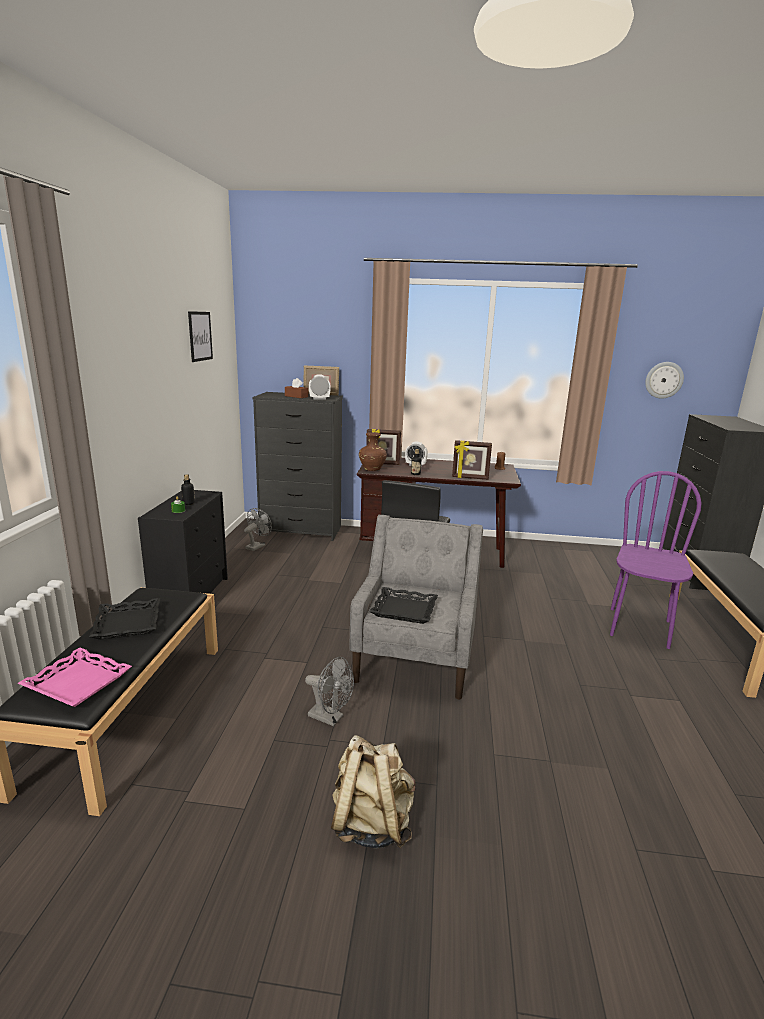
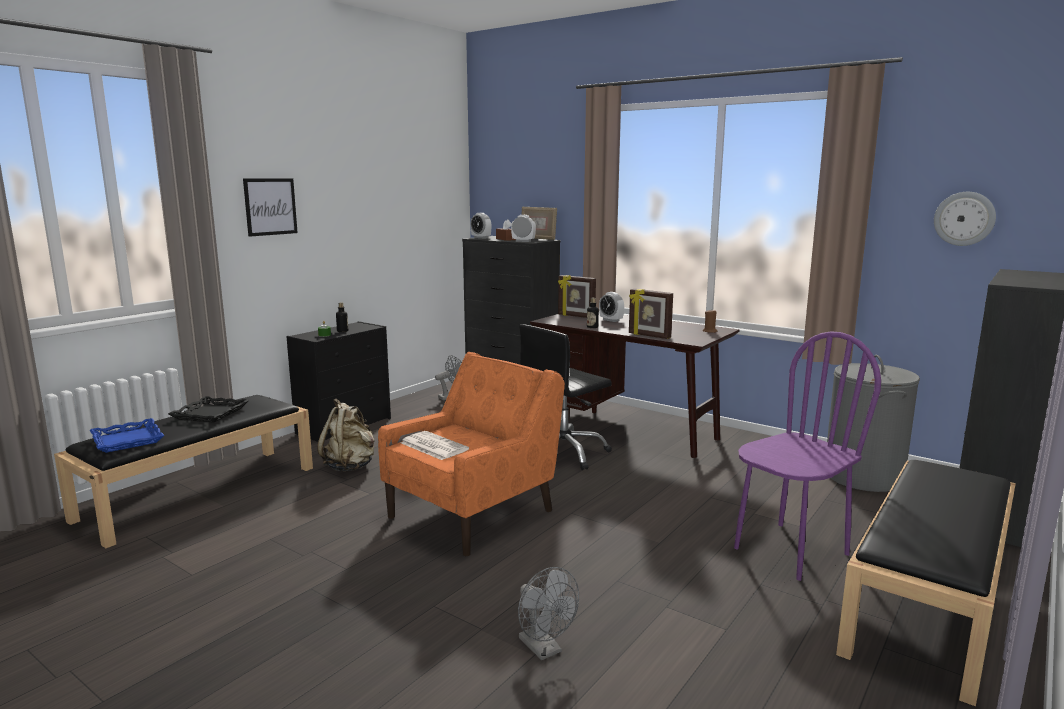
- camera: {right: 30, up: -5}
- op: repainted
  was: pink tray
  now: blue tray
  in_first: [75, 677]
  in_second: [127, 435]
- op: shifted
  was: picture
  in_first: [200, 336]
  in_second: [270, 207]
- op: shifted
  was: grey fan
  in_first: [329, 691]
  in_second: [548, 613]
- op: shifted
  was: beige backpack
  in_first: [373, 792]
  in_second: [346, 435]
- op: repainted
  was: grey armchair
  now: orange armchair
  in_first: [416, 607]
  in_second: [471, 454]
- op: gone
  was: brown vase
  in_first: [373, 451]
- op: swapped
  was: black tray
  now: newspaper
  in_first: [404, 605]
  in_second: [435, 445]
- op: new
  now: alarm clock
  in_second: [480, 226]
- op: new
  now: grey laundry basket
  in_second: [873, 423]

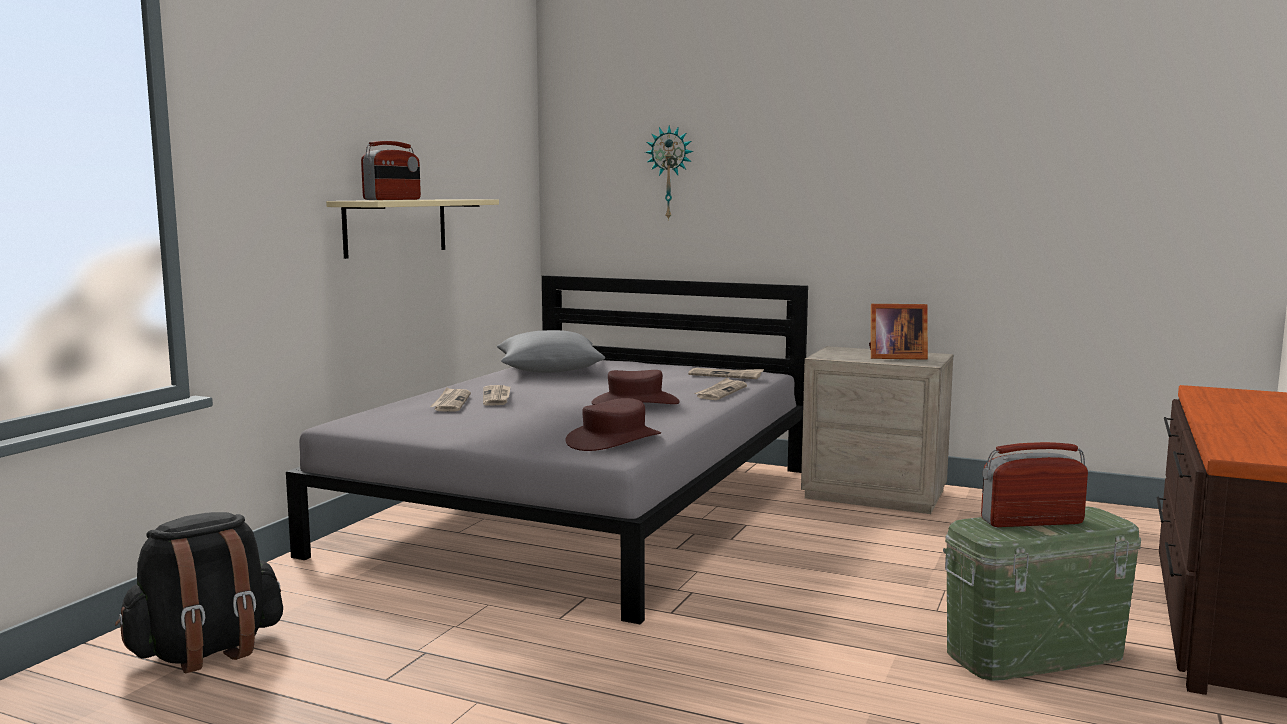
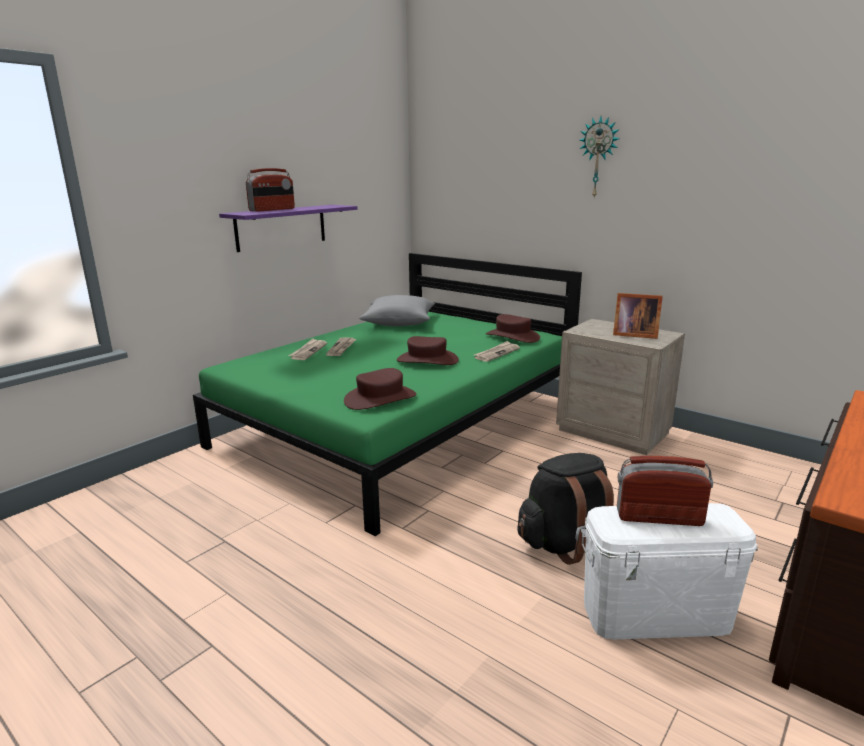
- camera: {right: 15, up: 10}
- op: shifted
  was: black backpack
  in_first: [199, 592]
  in_second: [565, 509]
- op: repainted
  was: grey bed
  now: green bed
  in_first: [547, 449]
  in_second: [387, 394]
- op: repainted
  was: beige shelf
  now: purple shelf
  in_first: [412, 229]
  in_second: [288, 228]
- op: shifted
  was: wall clock
  in_first: [669, 173]
  in_second: [600, 157]
- op: swapped
  was: newspaper
  now: brown hat
  in_first: [726, 373]
  in_second: [513, 328]
- op: repainted
  was: green storage box
  now: white storage box
  in_first: [1042, 593]
  in_second: [669, 571]

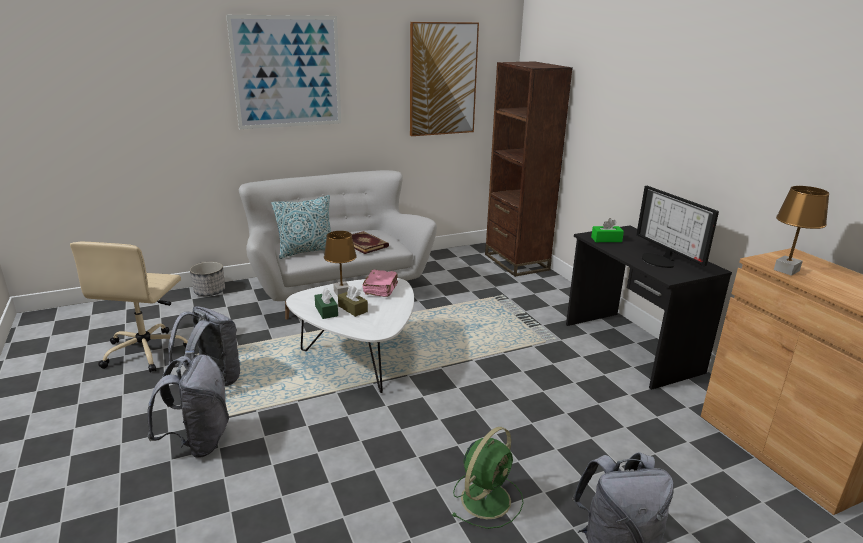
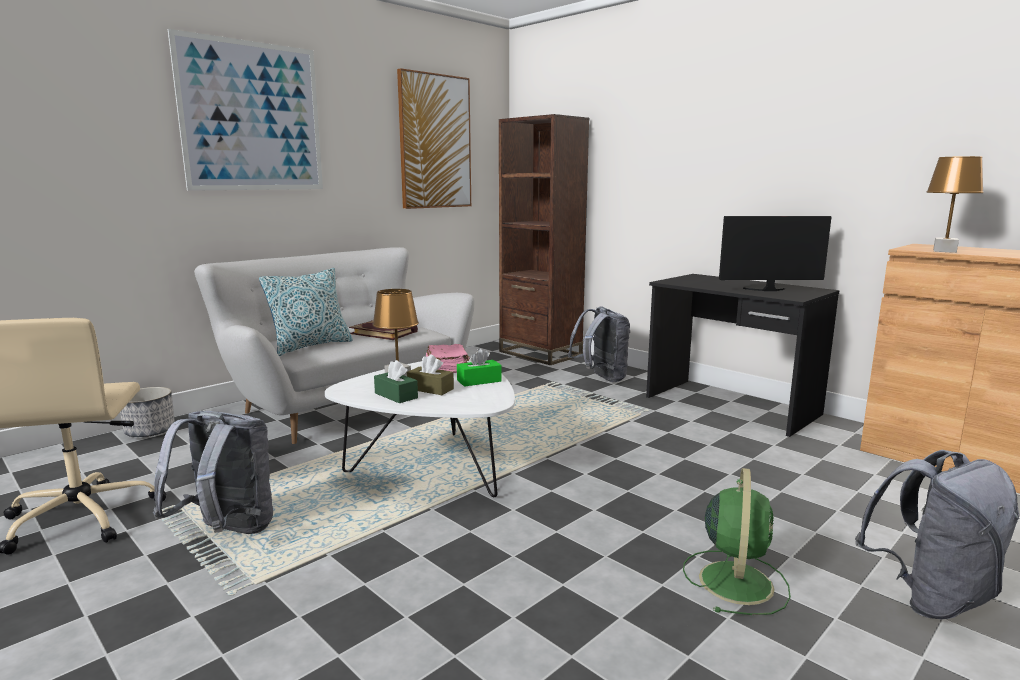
- camera: {right: -20, up: -10}
- op: shifted
  was: grey backpack
  in_first: [188, 406]
  in_second: [599, 344]
- op: shifted
  was: green tissue box
  in_first: [607, 230]
  in_second: [479, 367]
- op: rotated
  was: monitor
  in_first: [677, 227]
  in_second: [775, 253]
  clockwise: 135

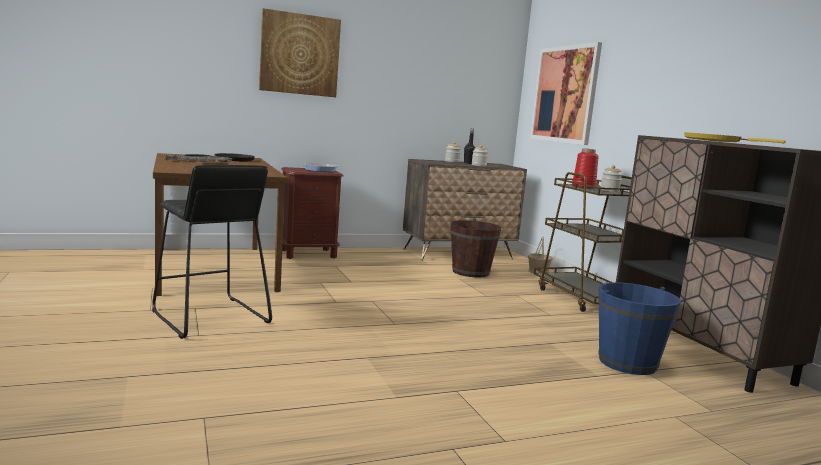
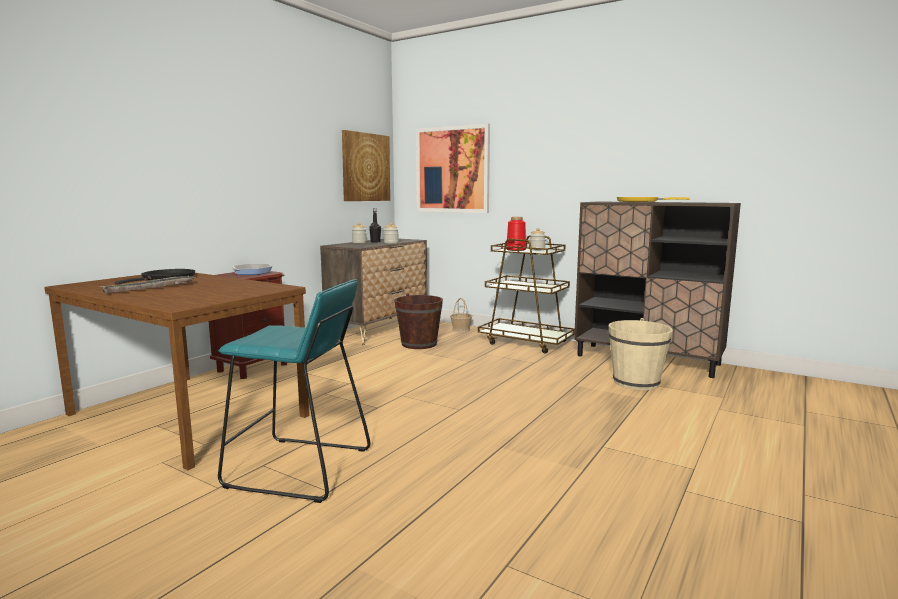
- camera: {right: -35, up: 0}
- op: repainted
  was: black stool
  now: turquoise stool
  in_first: [212, 252]
  in_second: [294, 391]
- op: shifted
  was: picture
  in_first: [300, 52]
  in_second: [366, 165]
- op: repainted
  was: blue bucket
  now: beige bucket
  in_first: [639, 328]
  in_second: [640, 354]

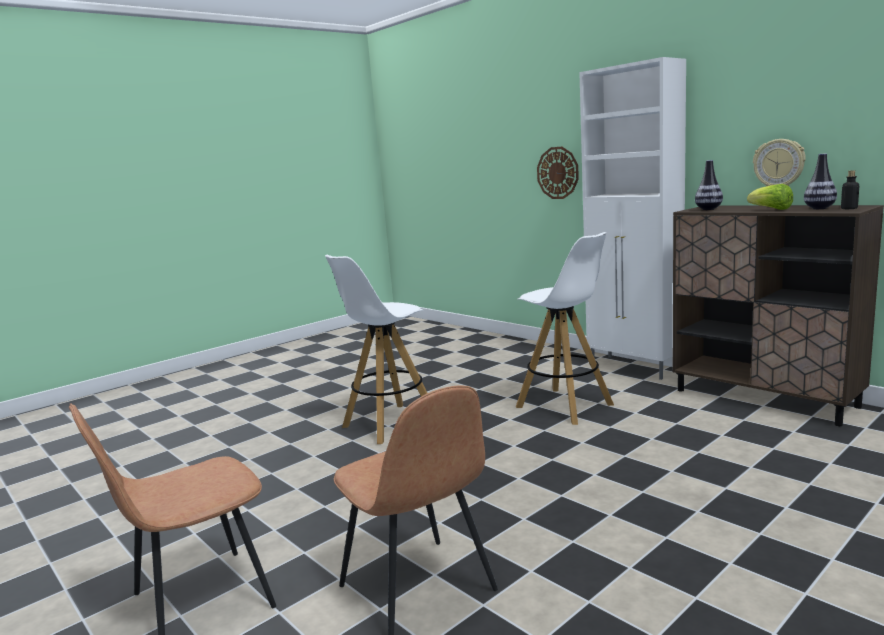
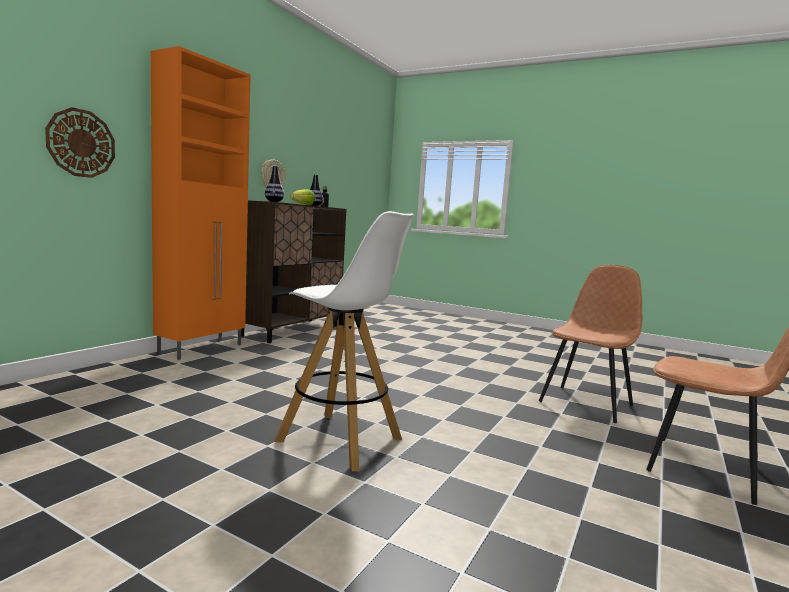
- camera: {right: -110, up: -5}
- op: gone
  was: white stool
  in_first: [565, 328]
- op: repainted
  was: white cabinet
  now: orange cabinet
  in_first: [632, 218]
  in_second: [201, 203]

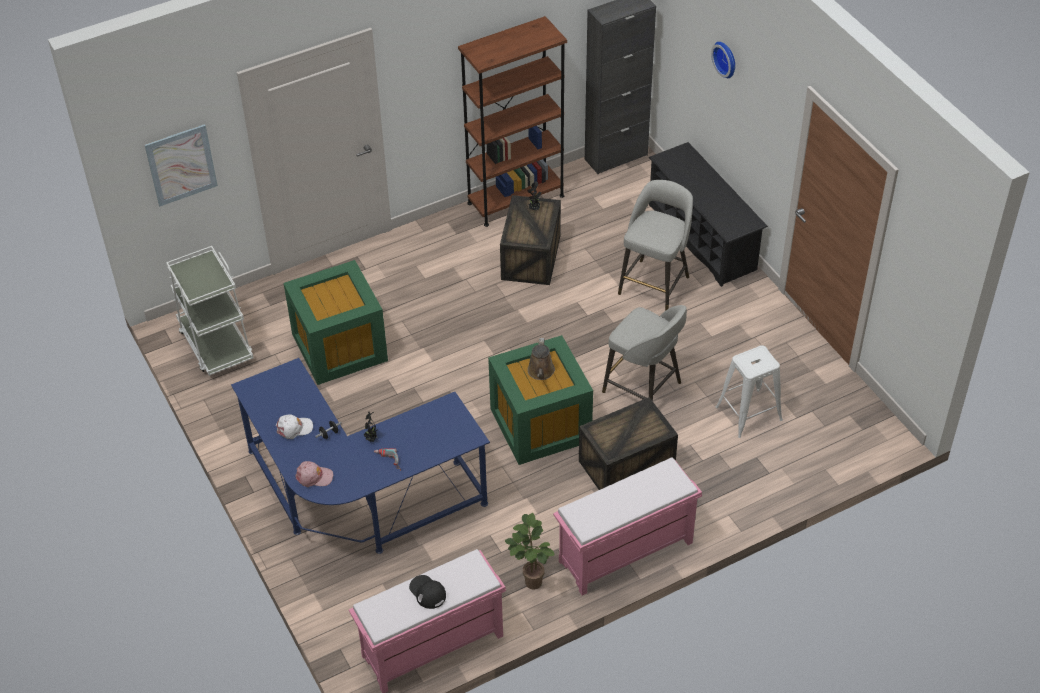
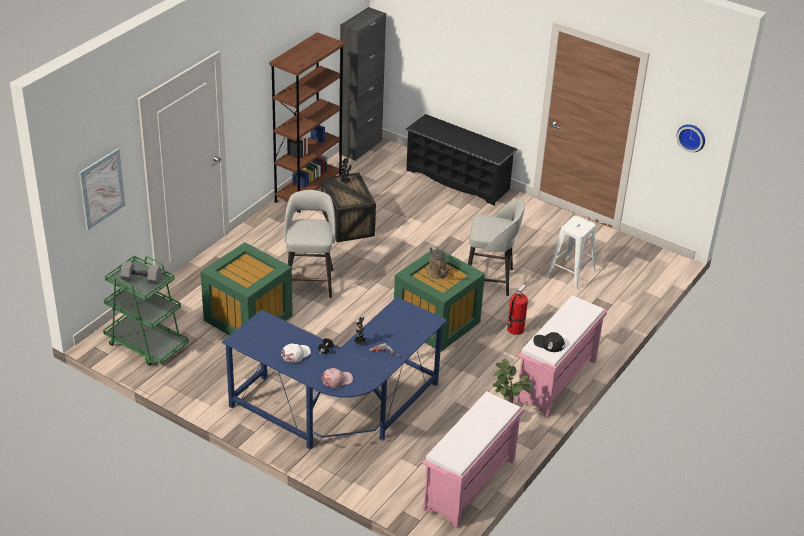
- camera: {right: -30, up: -10}
- op: repainted
  was: white cart
  now: green cart
  in_first: [210, 311]
  in_second: [146, 311]
- op: shifted
  was: black cap
  in_first: [427, 592]
  in_second: [549, 342]
- op: swapped
  was: crate
  now: fire extinguisher
  in_first: [628, 443]
  in_second: [517, 309]
- op: shifted
  was: grey stool
  in_first: [655, 245]
  in_second: [309, 244]
- op: shifted
  was: wall clock
  in_first: [723, 60]
  in_second: [691, 138]
- op: new
  now: grey dumbbell
  in_second: [141, 272]

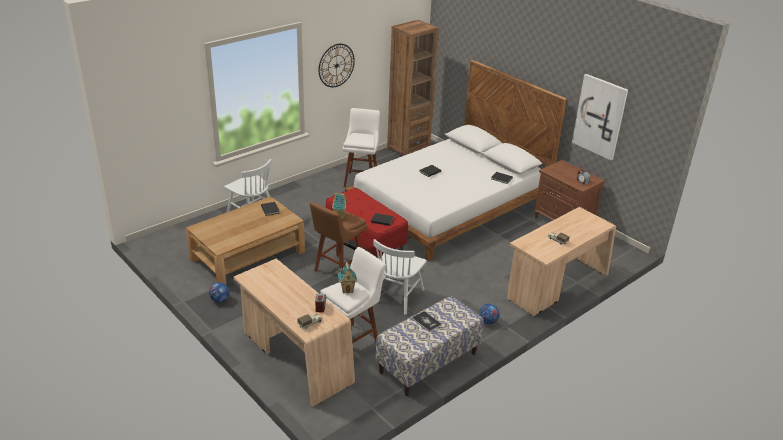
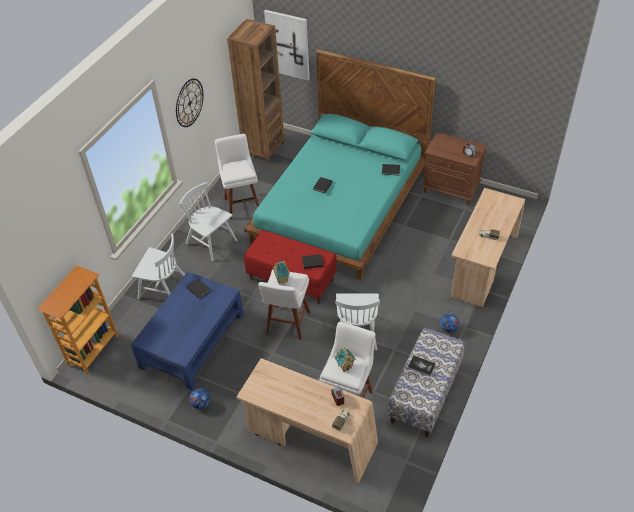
- camera: {right: -20, up: 15}
- op: repainted
  was: brown coffee table
  now: blue coffee table
  in_first: [245, 240]
  in_second: [187, 330]
- op: repainted
  was: brown stool
  now: white stool
  in_first: [338, 237]
  in_second: [284, 304]
- op: repainted
  was: white bed
  now: turquoise bed
  in_first: [456, 160]
  in_second: [340, 164]
- op: shifted
  was: picture
  in_first: [600, 117]
  in_second: [287, 45]
- op: new
  now: bookcase
  in_second: [78, 319]
- op: new
  now: white chair
  in_second: [208, 221]

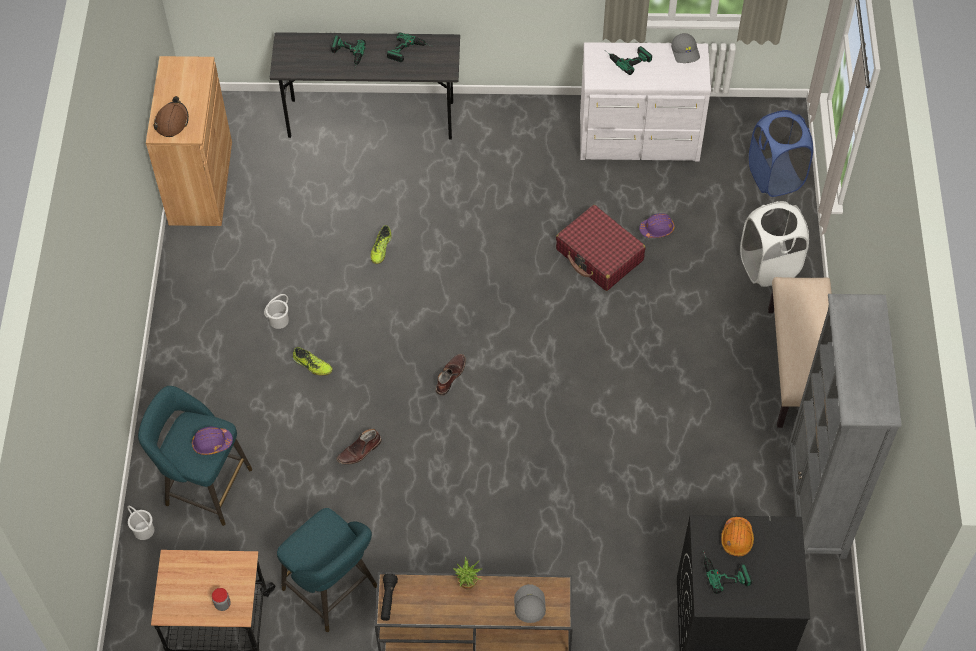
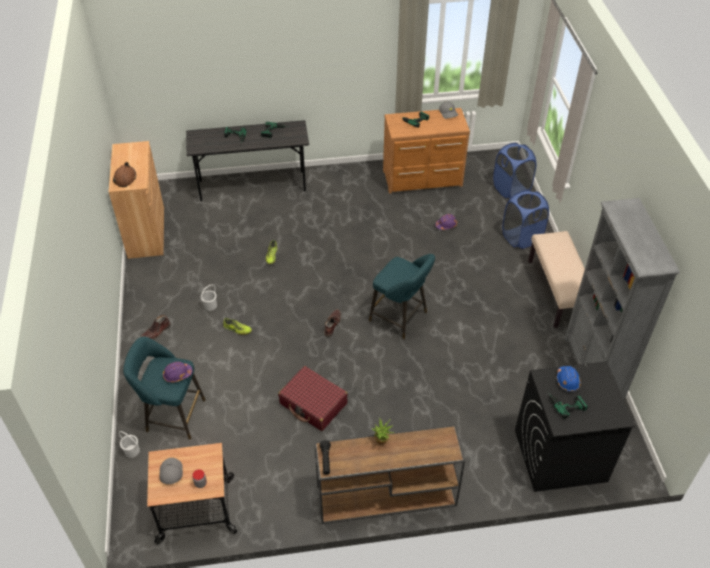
- camera: {right: -10, up: -10}
- op: shifted
  was: turquoise stool
  in_first: [327, 570]
  in_second: [402, 296]
- op: shifted
  was: brown boot
  in_first: [359, 447]
  in_second: [156, 327]
- op: shifted
  was: grey cap
  in_first: [530, 603]
  in_second: [171, 471]
- op: shifted
  was: red suitcase
  in_first: [601, 248]
  in_second: [313, 398]
- op: repainted
  was: white dresser
  now: brown dresser
  in_first: [645, 102]
  in_second: [426, 150]
- op: repainted
  was: orange hard hat
  now: blue hard hat
  in_first: [737, 536]
  in_second: [569, 379]
- op: repainted
  was: white laundry basket
  now: blue laundry basket
  in_first: [774, 244]
  in_second: [525, 219]

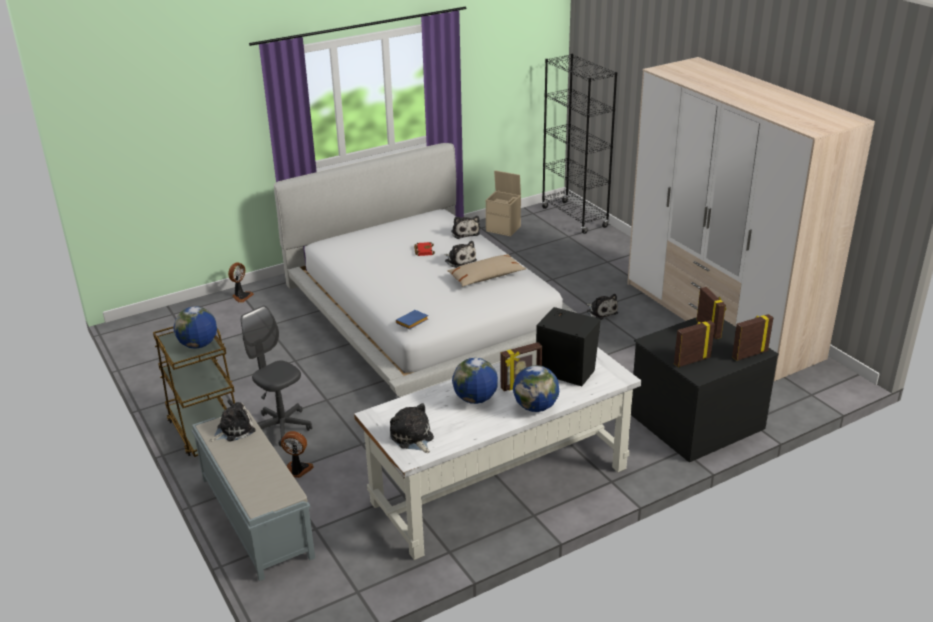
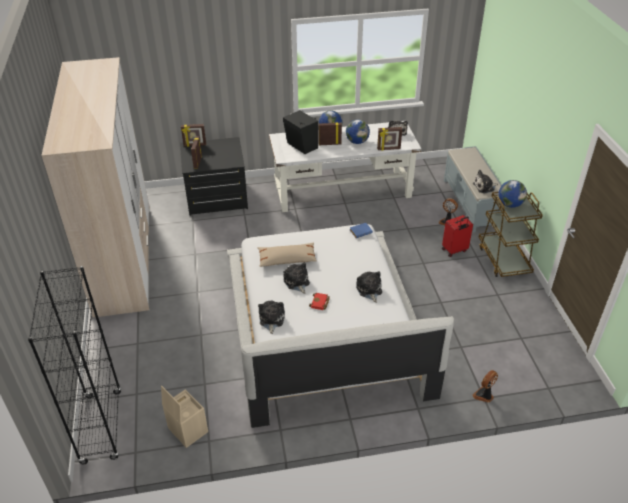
- camera: {right: -160, up: 10}
- op: swapped
  was: grey office chair
  now: red suitcase
  in_first: [276, 376]
  in_second: [457, 236]
- op: shifted
  was: plush toy
  in_first: [602, 307]
  in_second: [369, 287]
- op: shifted
  was: picture frame
  in_first: [694, 343]
  in_second: [389, 138]

